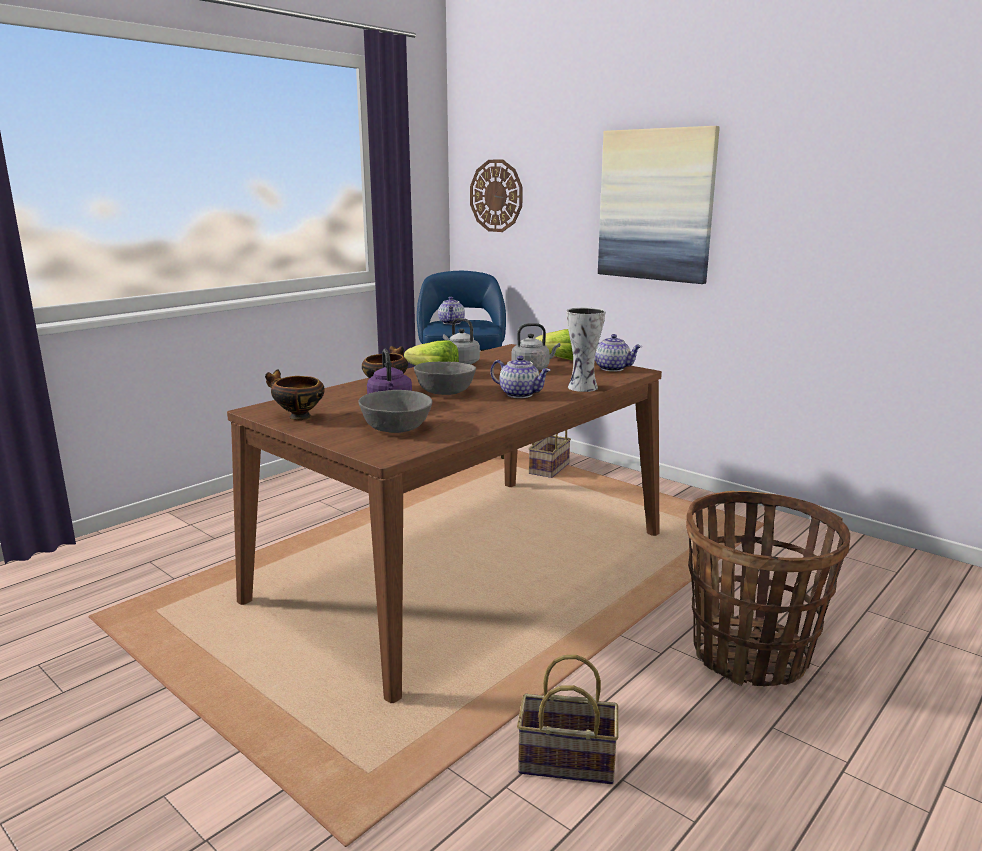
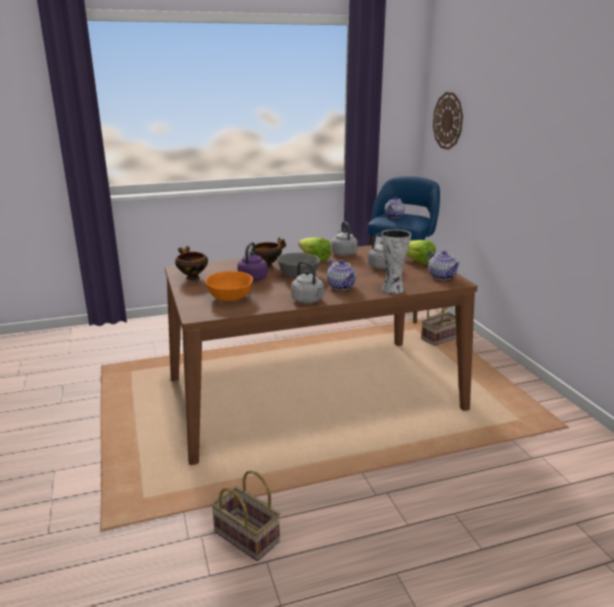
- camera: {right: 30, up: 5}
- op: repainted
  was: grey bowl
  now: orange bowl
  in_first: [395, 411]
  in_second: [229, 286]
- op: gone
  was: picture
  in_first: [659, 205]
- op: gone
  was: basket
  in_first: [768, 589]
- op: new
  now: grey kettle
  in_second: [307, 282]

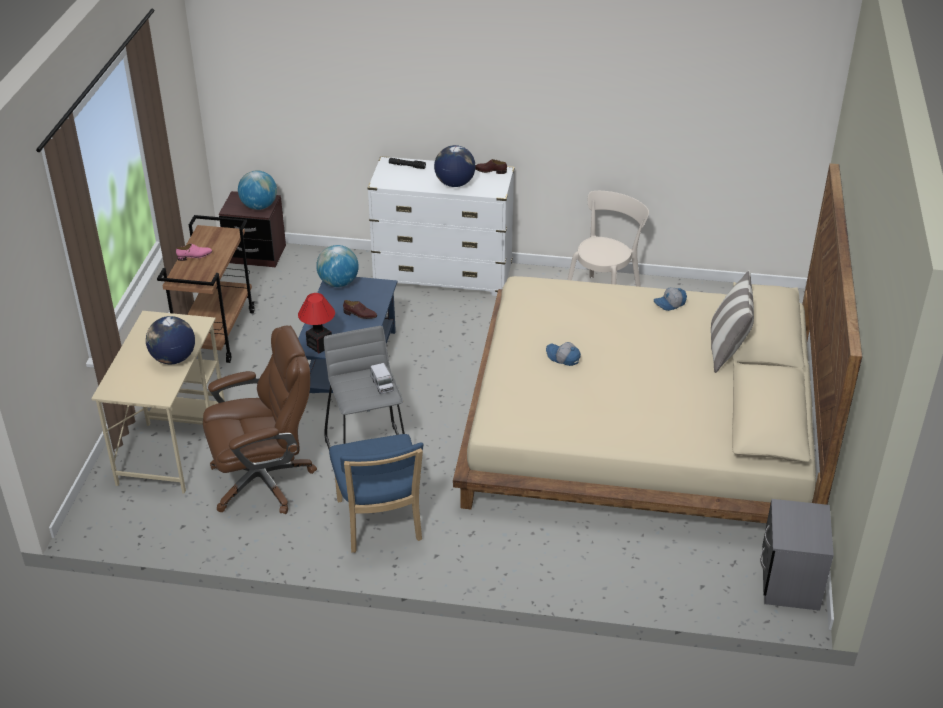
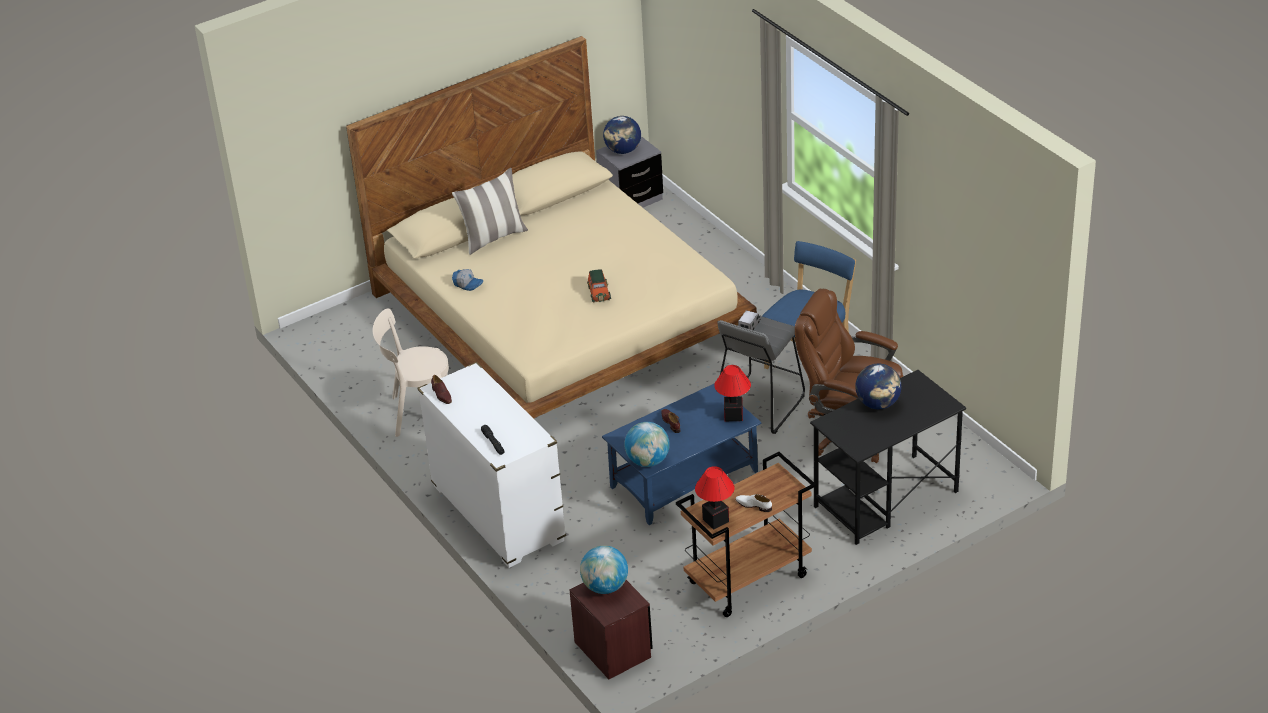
- camera: {right: -130, up: 0}
- op: repainted
  was: beige desk
  now: black desk
  in_first: [158, 402]
  in_second: [888, 457]
- op: repainted
  was: pink shoe
  now: white shoe
  in_first: [194, 252]
  in_second: [754, 503]
- op: shifted
  was: globe
  in_first: [455, 166]
  in_second: [622, 135]
- op: swapped
  was: cap
  now: toy car
  in_first: [563, 354]
  in_second: [599, 285]
- op: new
  now: table lamp
  in_second: [715, 498]

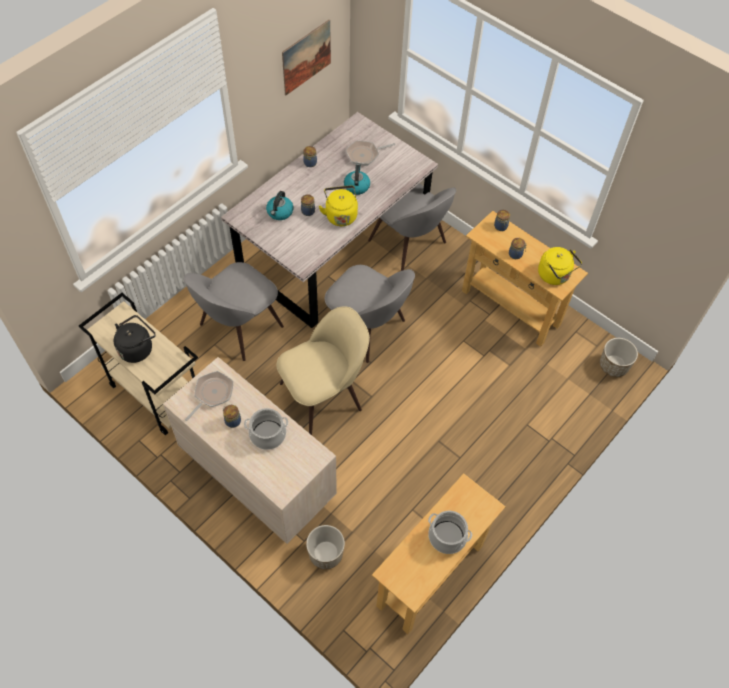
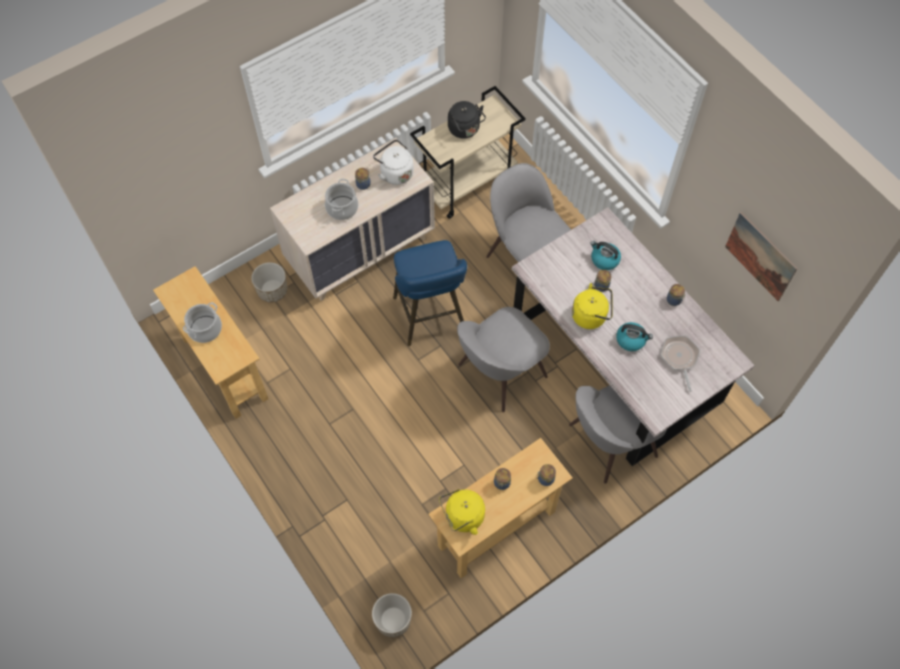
- camera: {right: 105, up: 5}
- op: swapped
  was: frying pan
  now: white kettle
  in_first: [209, 396]
  in_second: [393, 162]
- op: swapped
  was: beige chair
  now: blue stool
  in_first: [323, 370]
  in_second: [430, 293]

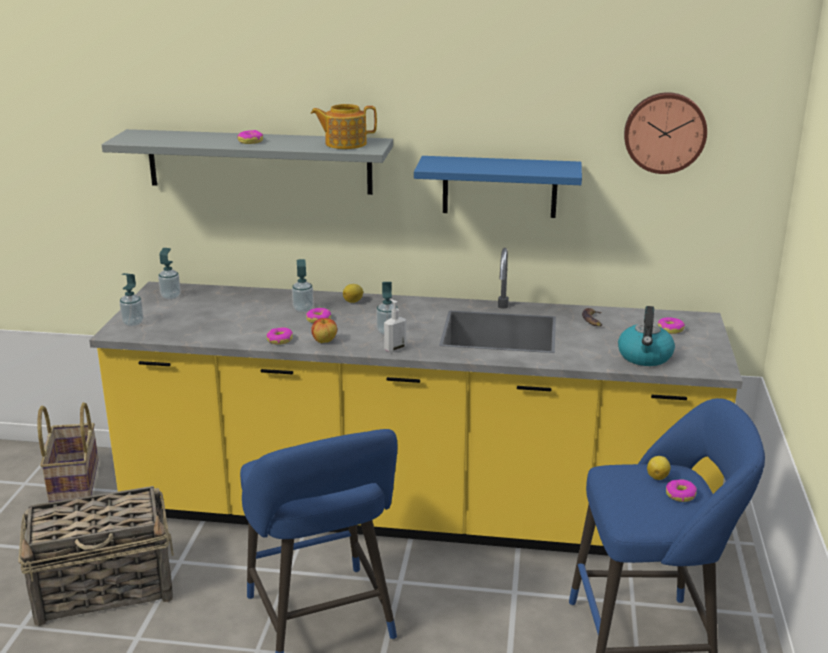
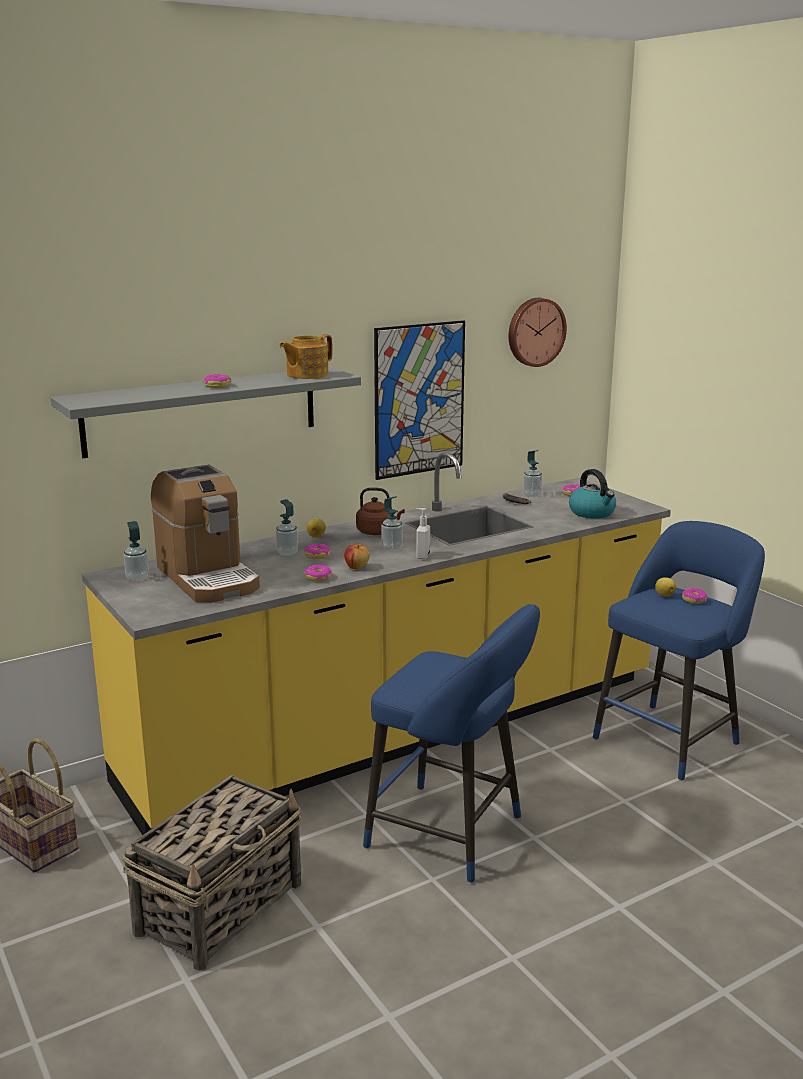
- camera: {right: -40, up: -5}
- op: shifted
  was: soap dispenser
  in_first: [131, 300]
  in_second: [532, 473]
- op: swapped
  was: blue shelf
  now: picture
  in_first: [498, 187]
  in_second: [419, 400]
- op: new
  now: coffee machine
  in_second: [205, 533]
- op: new
  now: brown kettle
  in_second: [380, 511]

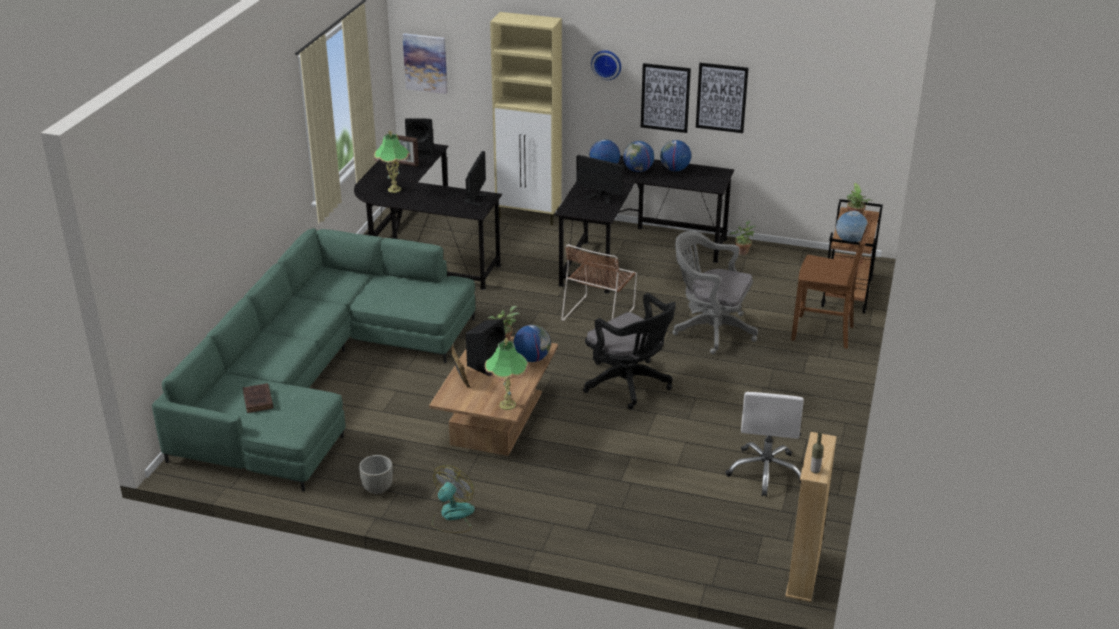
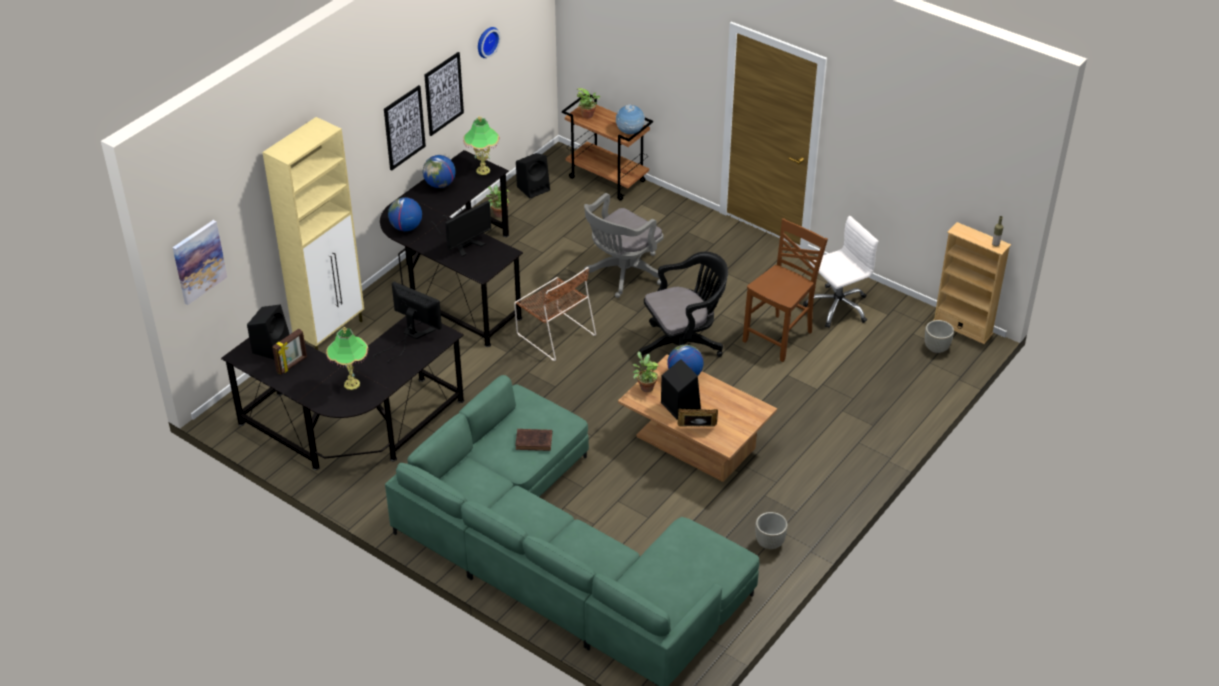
- camera: {right: -70, up: 10}
- op: shifted
  was: brown book
  in_first: [258, 398]
  in_second: [533, 440]
- op: gone
  was: fan
  in_first: [453, 499]
- op: shifted
  was: table lamp
  in_first: [507, 374]
  in_second: [481, 145]
- op: shifted
  was: wall clock
  in_first: [606, 65]
  in_second: [489, 42]
- op: gone
  was: globe
  in_first: [638, 156]
- op: rotated
  was: white office chair
  in_first: [764, 444]
  in_second: [840, 272]
  clockwise: -60
- op: shifted
  was: brown chair
  in_first: [831, 284]
  in_second: [785, 290]
- op: new
  now: black speaker
  in_second: [533, 176]
- op: new
  now: grey planter
  in_second: [939, 336]

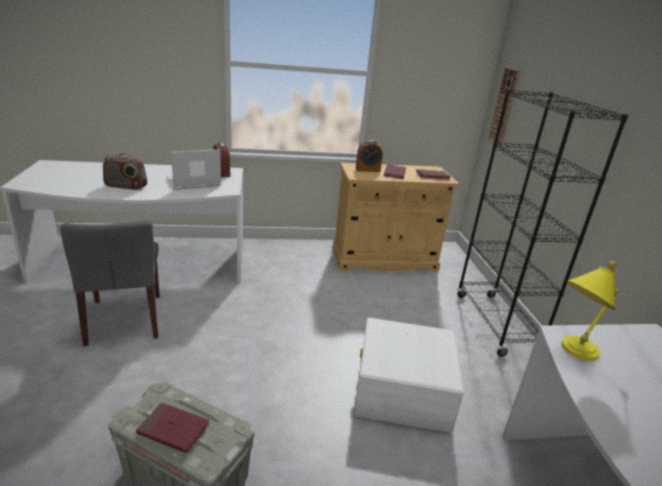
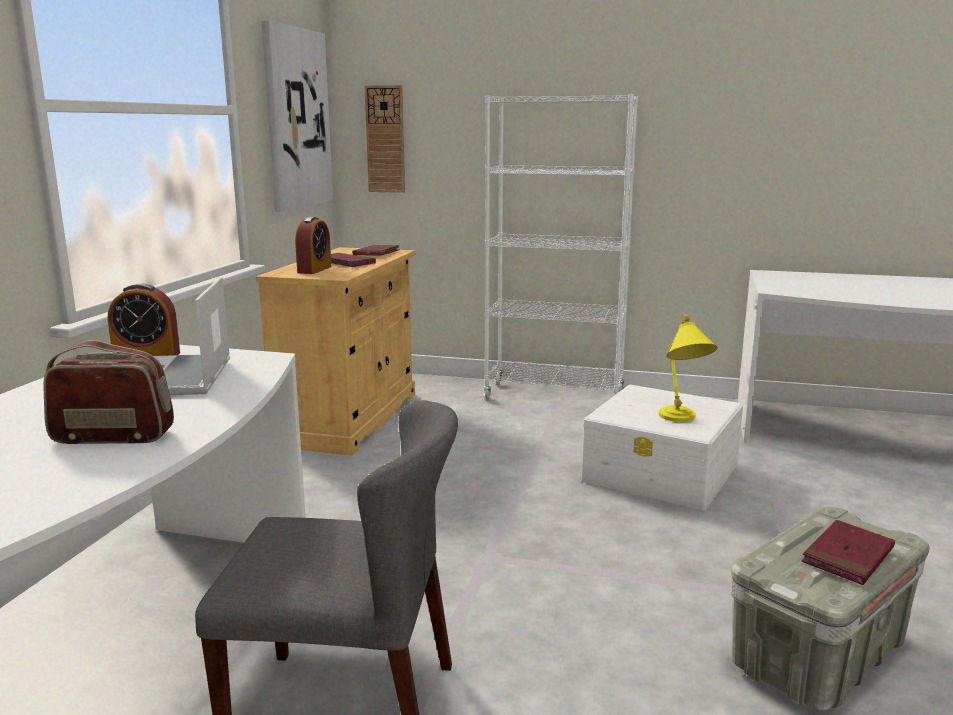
- camera: {right: -65, up: -10}
- op: rotated
  was: radio
  in_first: [125, 171]
  in_second: [108, 392]
  clockwise: -120
- op: repainted
  was: black bookcase
  now: white bookcase
  in_first: [542, 223]
  in_second: [561, 246]
- op: shifted
  was: yellow table lamp
  in_first: [590, 311]
  in_second: [688, 368]
- op: new
  now: picture
  in_second: [297, 116]

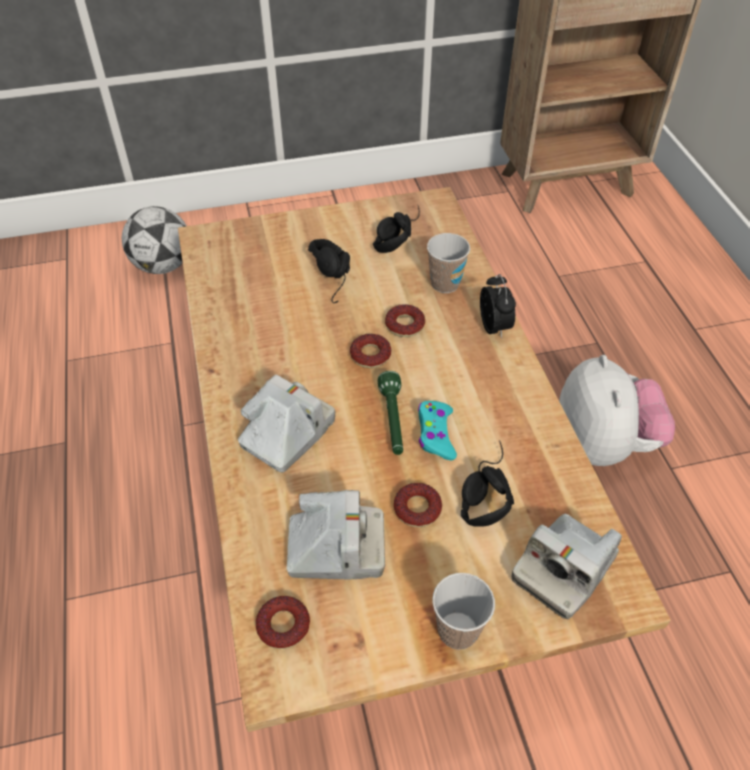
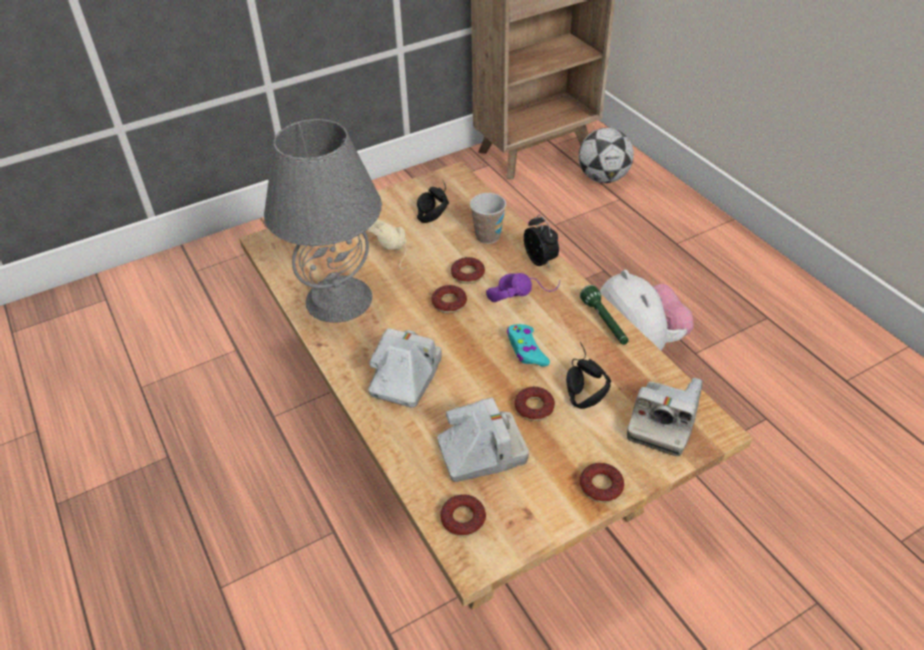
- camera: {right: -15, up: -5}
- op: shifted
  was: football
  in_first: [154, 240]
  in_second: [606, 155]
- op: repainted
  was: black headphones
  now: beige headphones
  in_first: [329, 271]
  in_second: [387, 245]
- op: shifted
  was: green flashlight
  in_first: [390, 413]
  in_second: [604, 315]
- op: swapped
  was: cup
  now: donut
  in_first: [464, 611]
  in_second: [602, 483]
- op: new
  now: grey table lamp
  in_second: [323, 221]
- op: new
  now: purple headphones
  in_second: [523, 287]

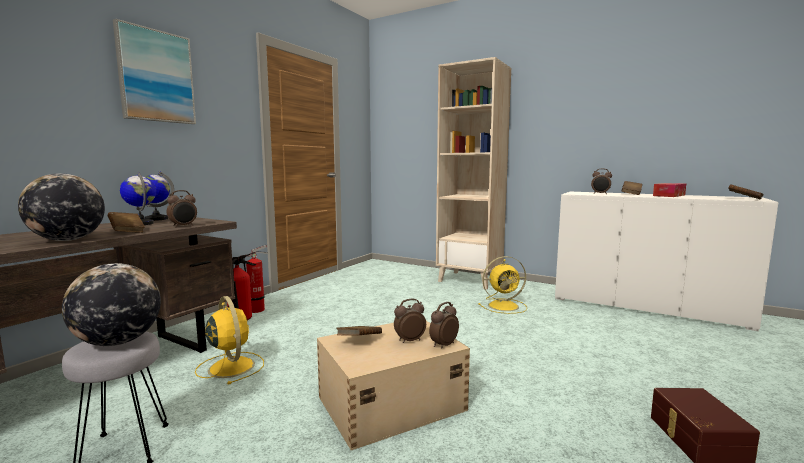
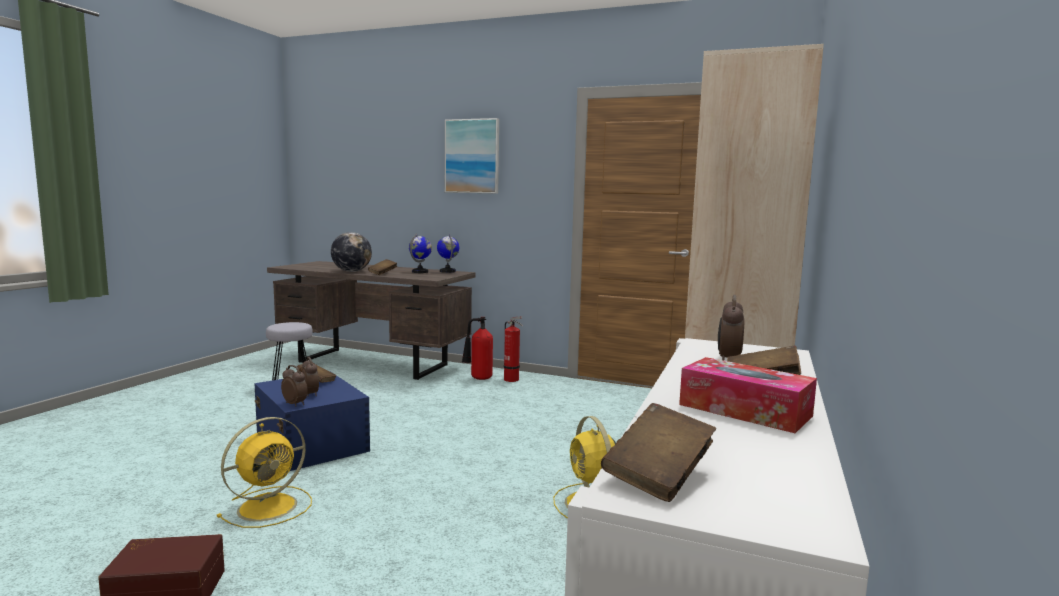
- camera: {right: 80, up: 0}
- op: gone
  was: globe
  in_first: [111, 304]
- op: gone
  was: alarm clock
  in_first: [181, 208]
- op: shifted
  was: yellow fan
  in_first: [229, 340]
  in_second: [264, 472]
- op: repainted
  was: beige storage box
  now: blue storage box
  in_first: [393, 385]
  in_second: [312, 421]

